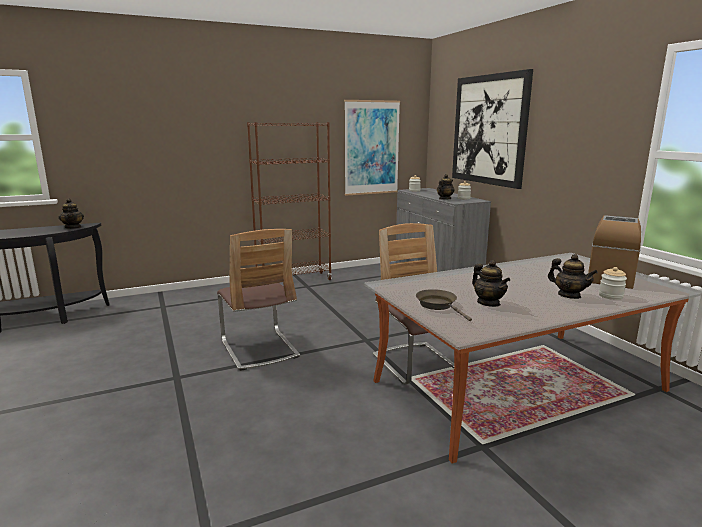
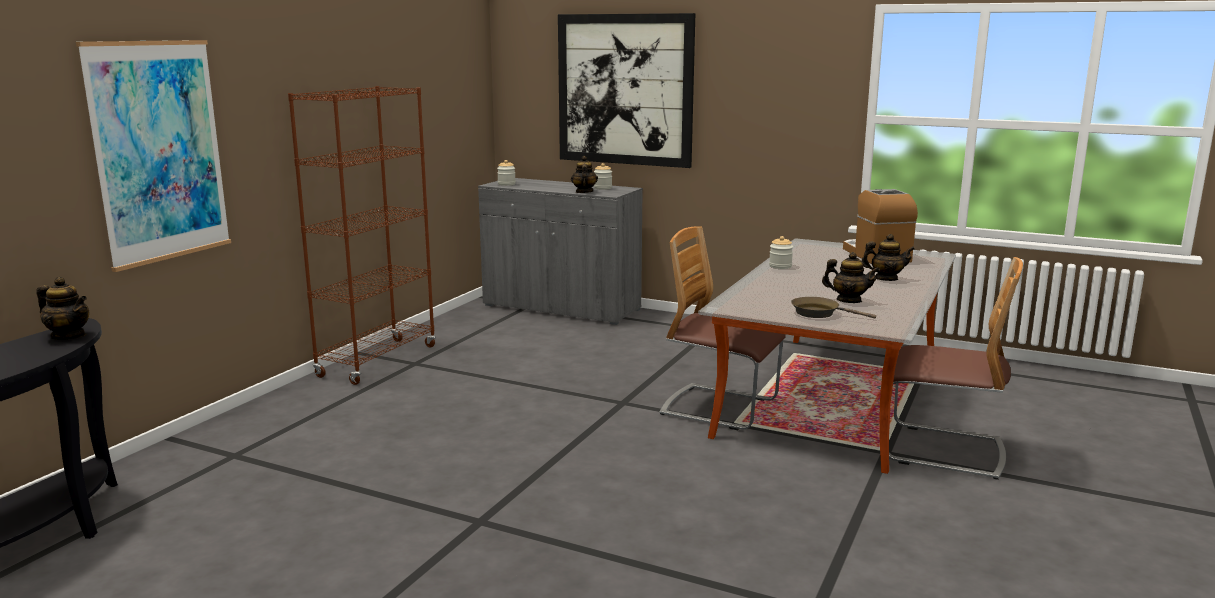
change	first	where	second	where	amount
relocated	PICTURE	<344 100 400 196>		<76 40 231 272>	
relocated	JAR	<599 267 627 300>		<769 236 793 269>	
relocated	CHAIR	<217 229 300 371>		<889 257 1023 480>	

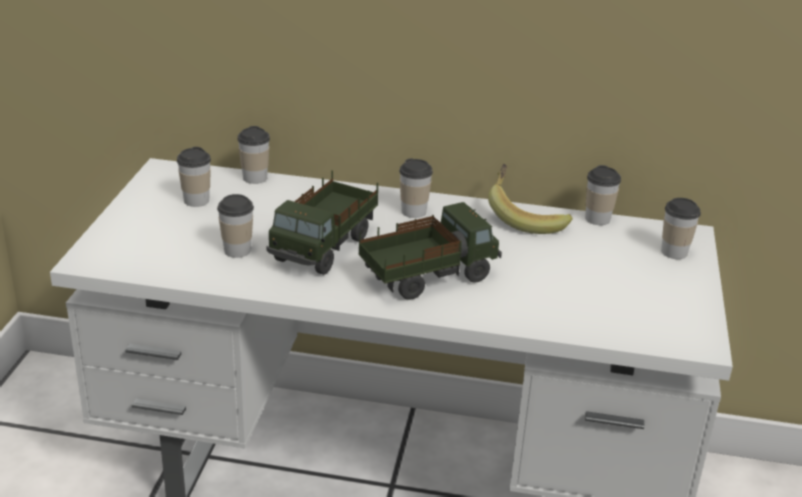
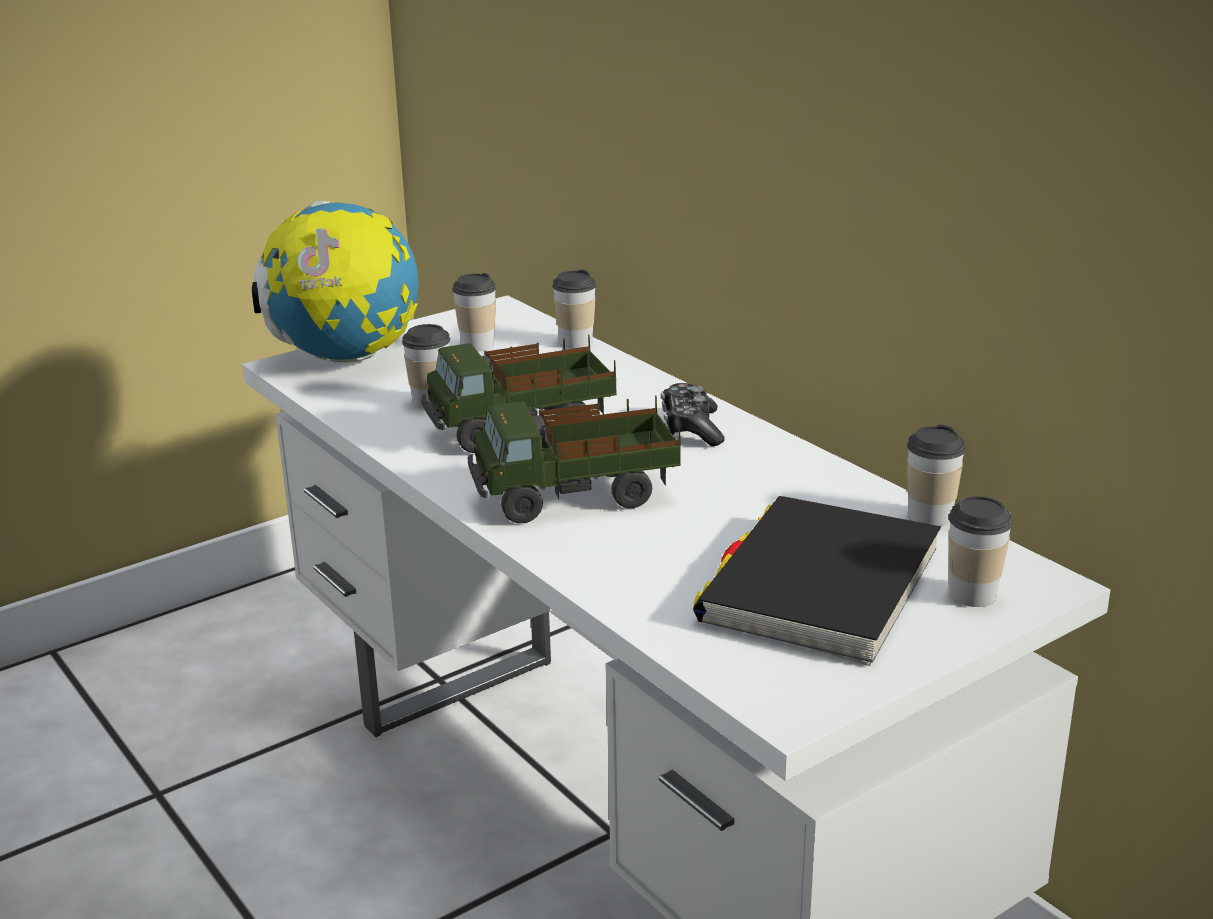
change	first	where	second	where	amount
appeared			GLOBE	<252 201 419 363>	
spun	TOY TRUCK	<359 202 502 300>		<468 395 681 523>	150 degrees clockwise
exchanged	CUP	<399 158 433 218>	GAME CONTROLLER	<661 383 725 446>	
appeared			BLACK BOOK	<693 496 941 666>	
missing	BANANA	<488 164 572 234>			

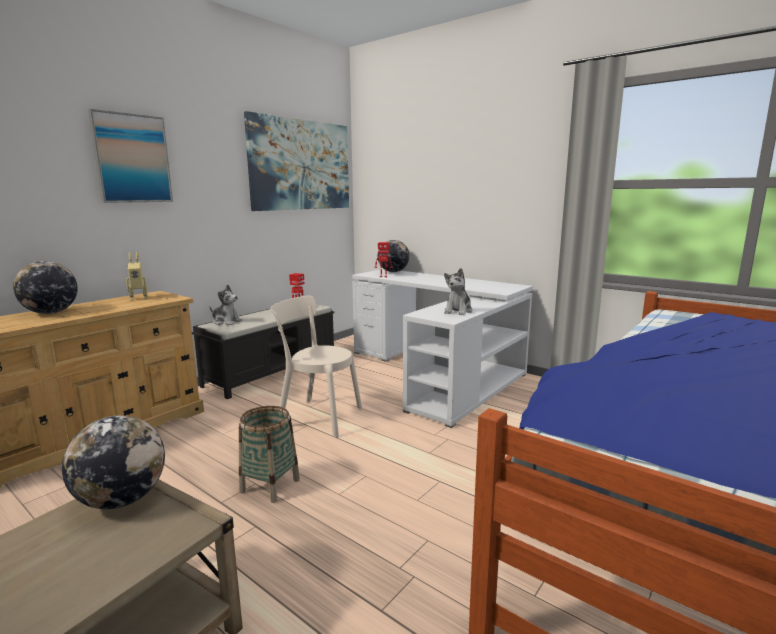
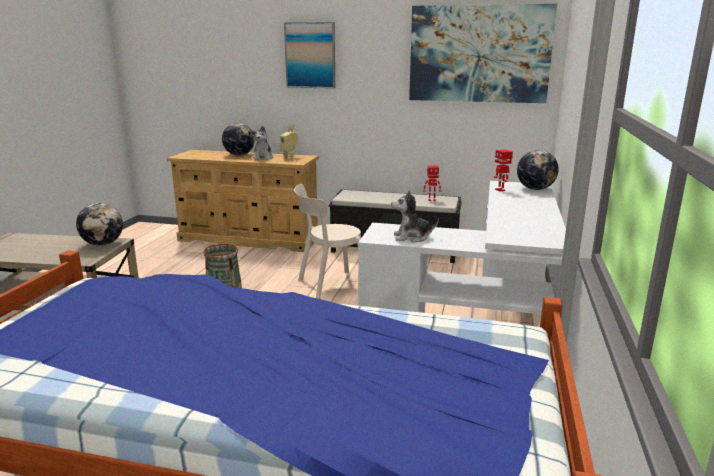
change	first	where	second	where	amount
relocated	PLUSH TOY	<209 284 242 325>		<250 126 273 160>	
spun	BEIGE CHAIR	<270 296 362 438>		<294 184 361 299>	105 degrees counterclockwise

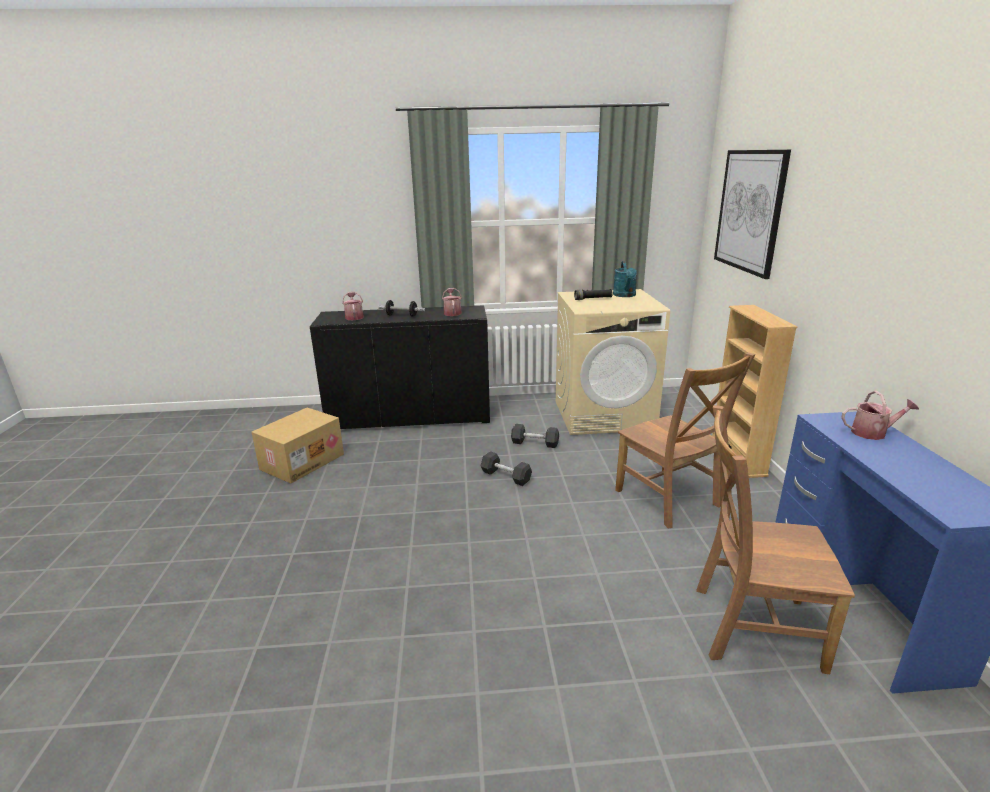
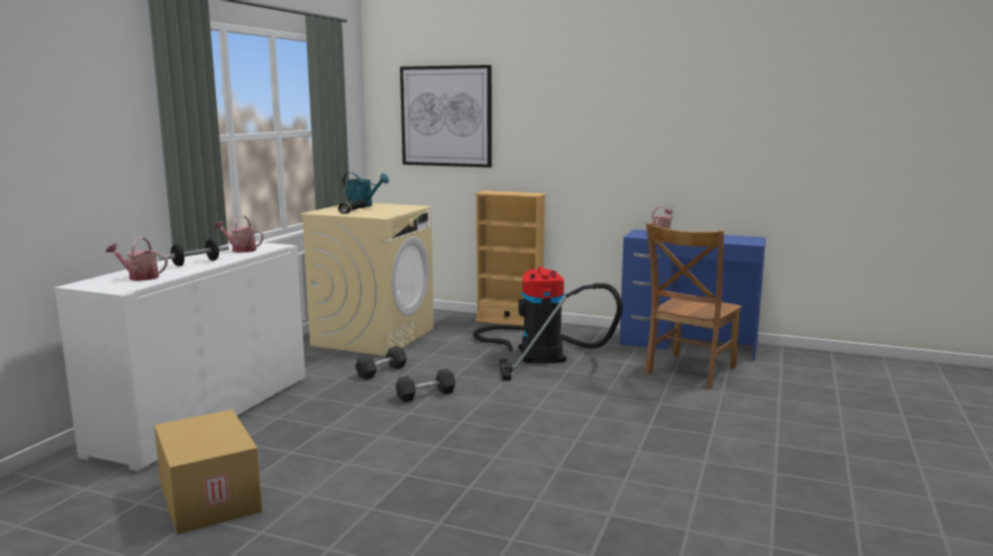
change	first	where	second	where	amount
colour	BLACK CABINET	<310 305 490 429>	WHITE CABINET	<54 242 305 472>	
exchanged	BROWN CHAIR	<615 353 755 528>	VACUUM CLEANER	<473 267 623 381>	

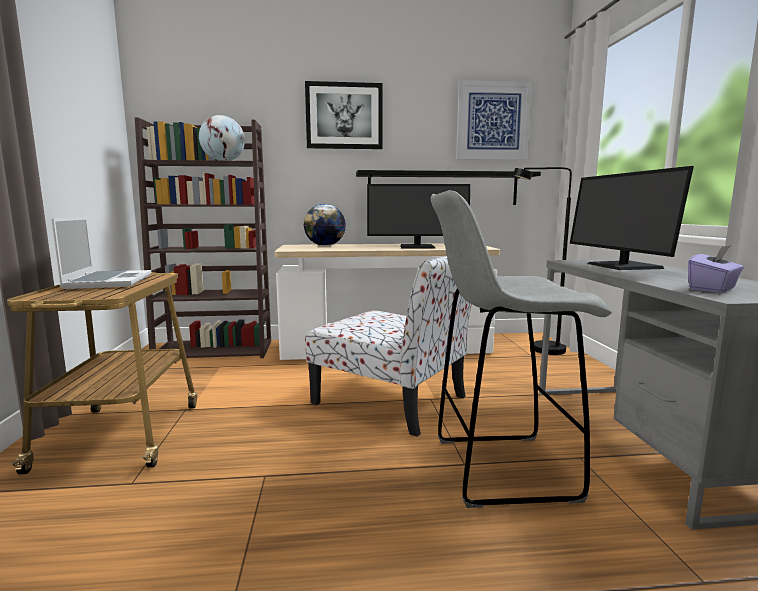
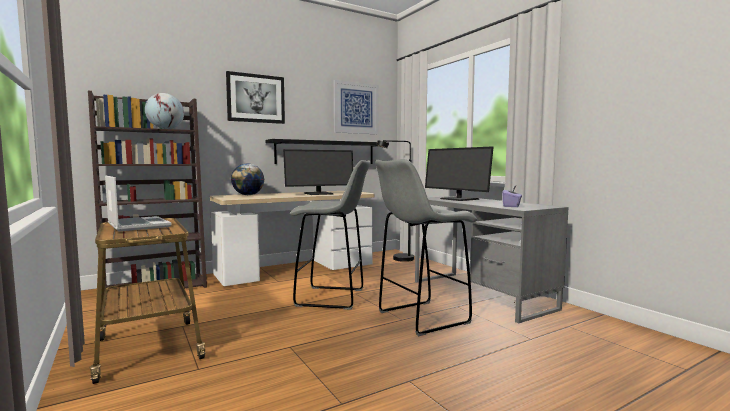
change	first	where	second	where	amount
exchanged	CHAIR	<305 256 472 437>	GREY STOOL	<290 160 370 310>	

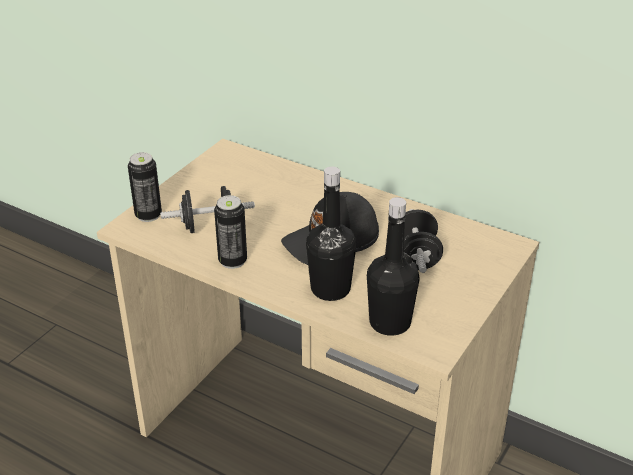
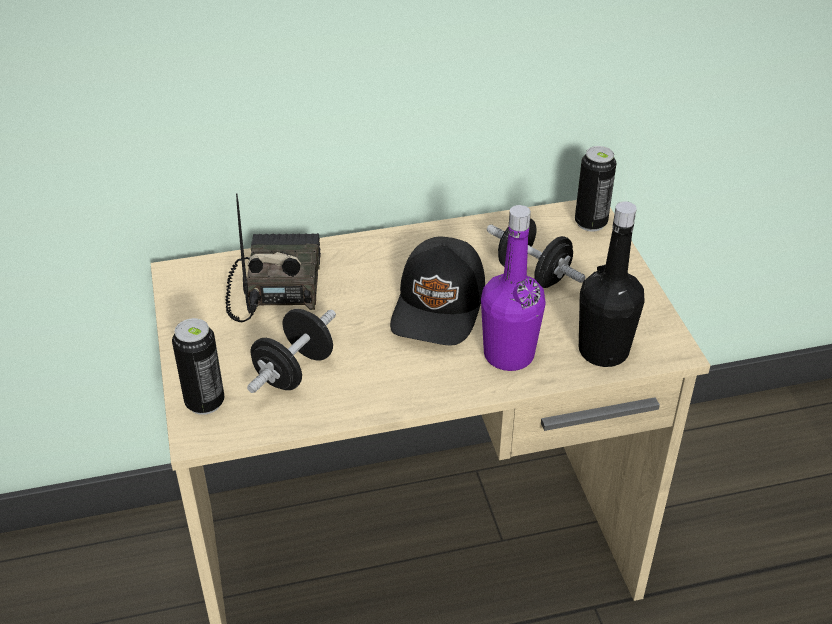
change	first	where	second	where	amount
appeared			RADIO	<225 194 321 322>	
colour	BLACK BOTTLE	<306 166 356 301>	PURPLE BOTTLE	<481 205 546 371>	
relocated	CAN	<214 195 247 269>		<575 146 616 232>	

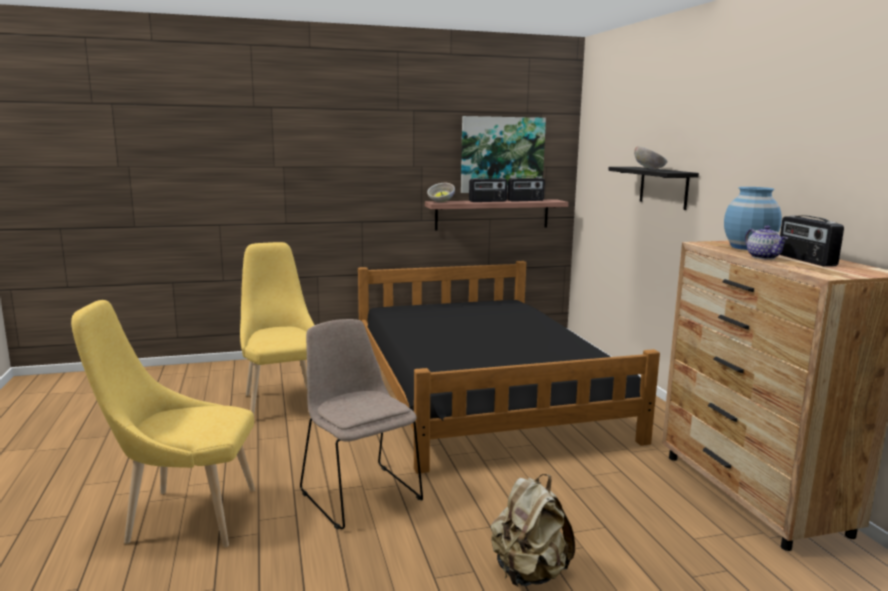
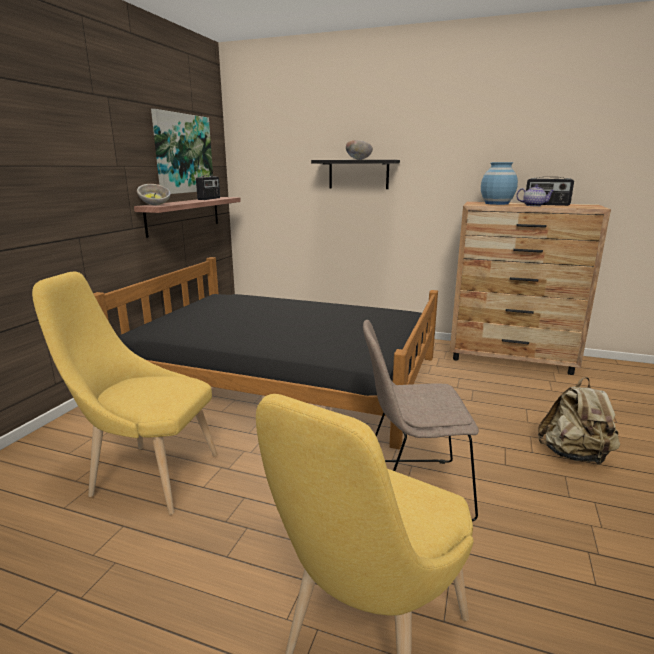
change	first	where	second	where	amount
missing	RADIO	<469 177 508 202>			

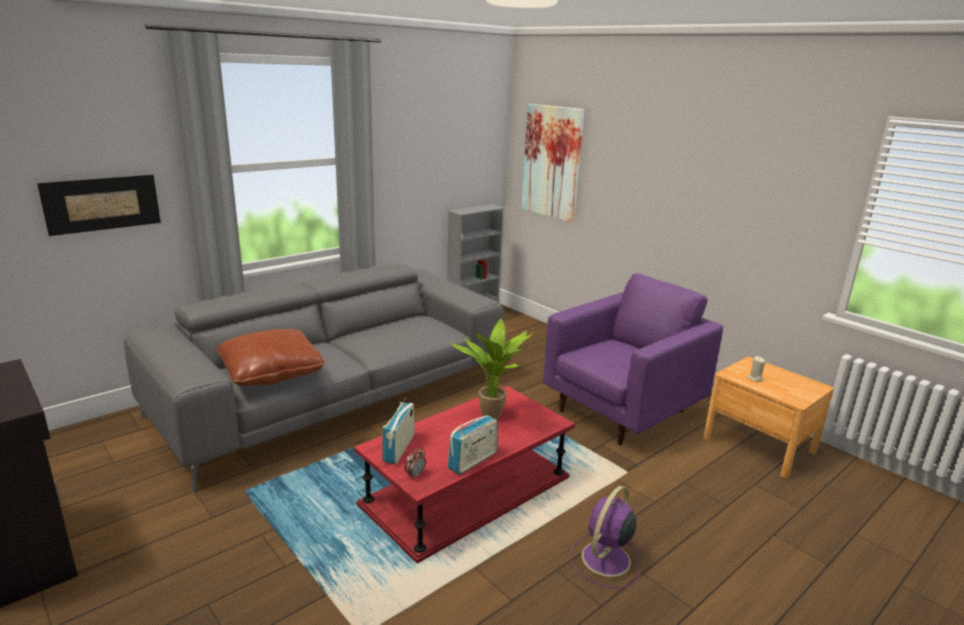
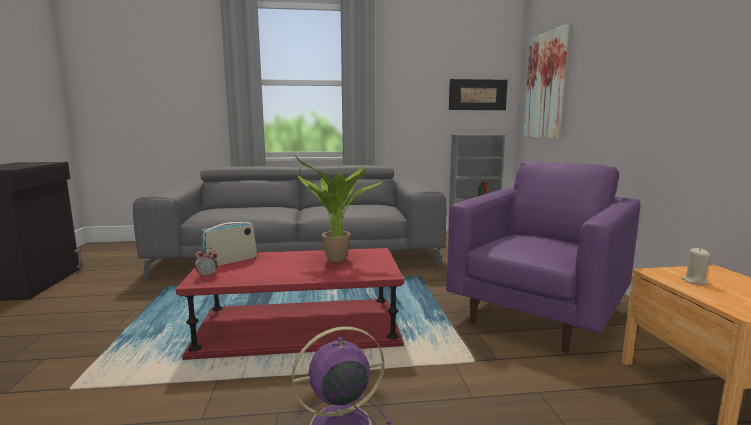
change	first	where	second	where	amount
spun	PURPLE ARMCHAIR	<543 273 723 445>		<446 161 640 353>	45 degrees counterclockwise
relocated	PICTURE	<37 175 161 236>		<449 79 508 110>	
missing	BROWN PILLOW	<216 329 325 386>			
missing	RADIO	<448 415 498 475>			

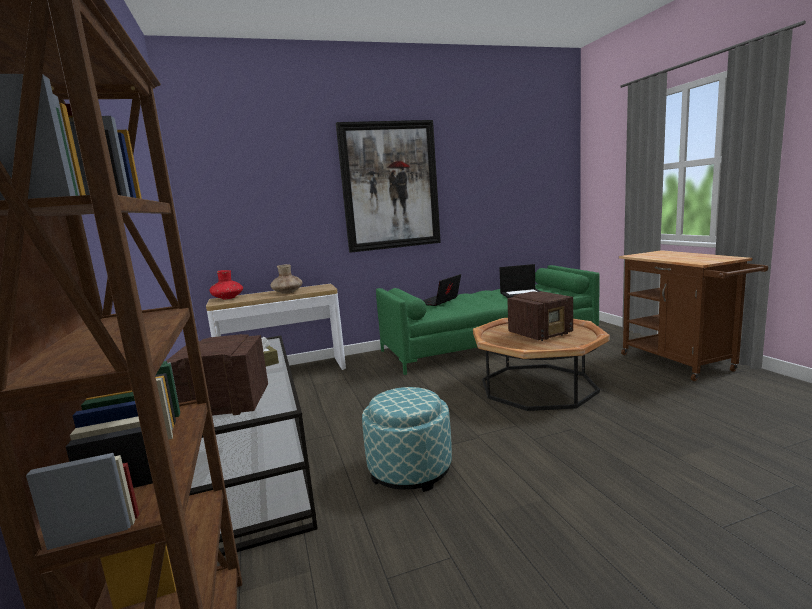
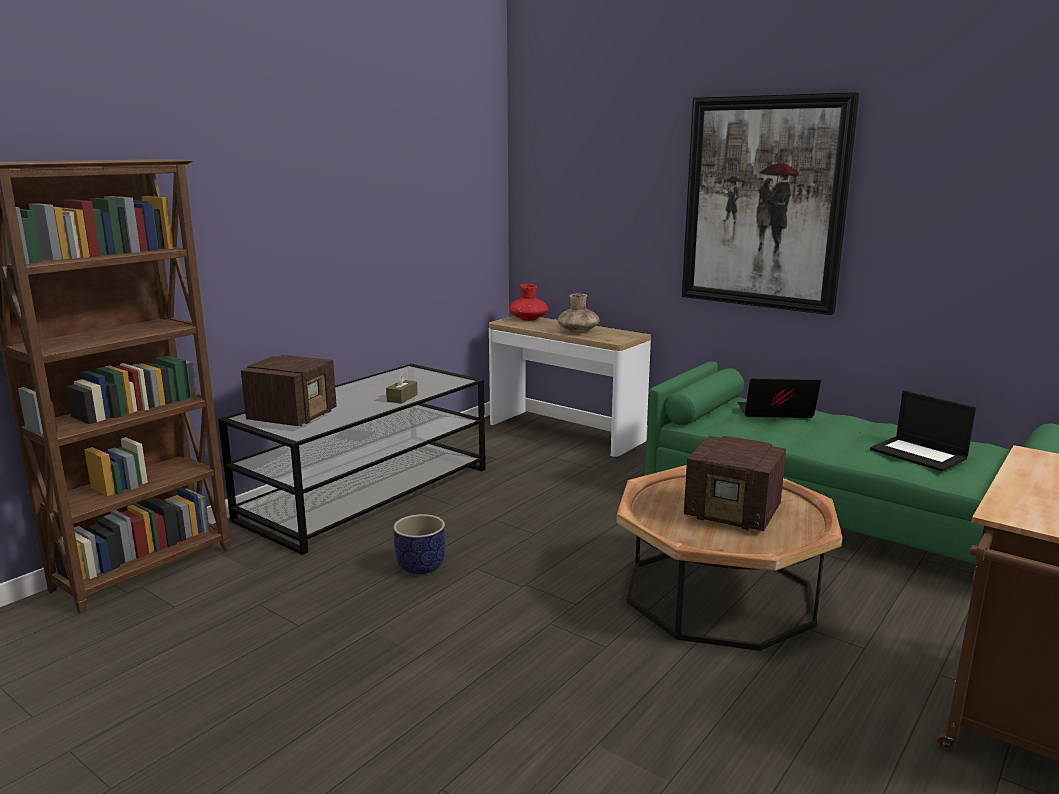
change	first	where	second	where	amount
spun	RADIO	<166 334 268 416>		<241 355 337 426>	60 degrees clockwise
exchanged	OTTOMAN	<362 387 452 492>	PLANTER	<393 514 446 575>	

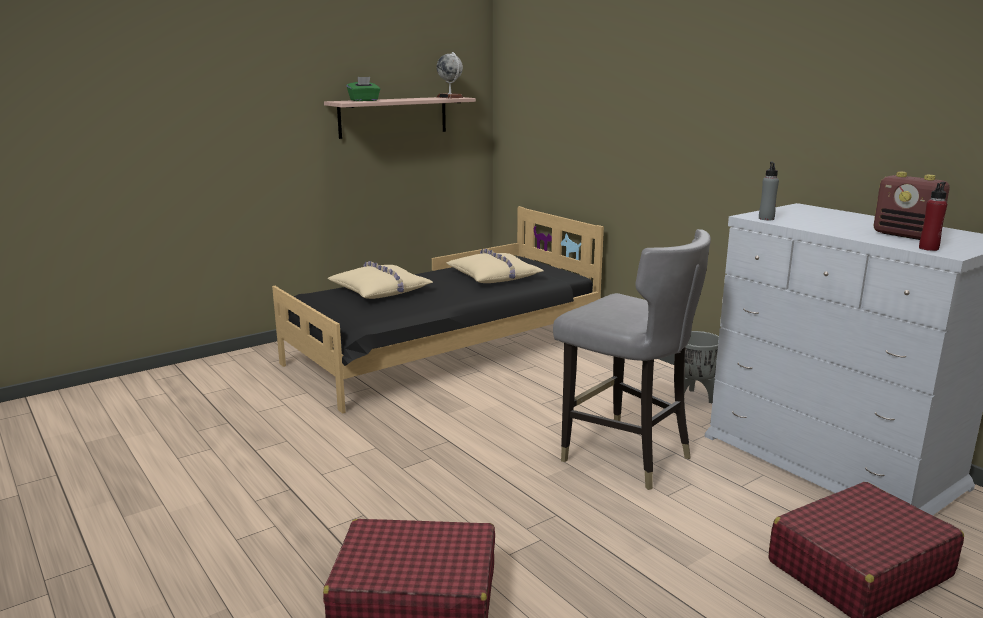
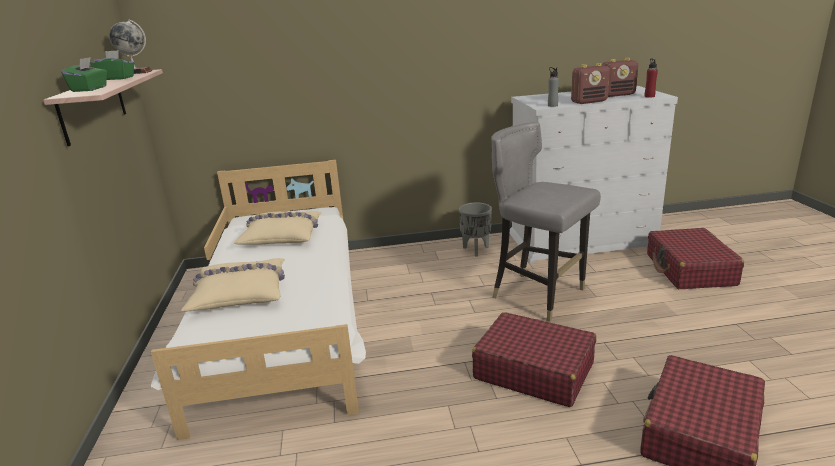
change	first	where	second	where	amount
appeared			GREEN TISSUE BOX	<90 50 135 80>	
colour	BLACK BED	<272 206 604 414>	WHITE BED	<150 160 366 440>	
appeared			RED SUITCASE	<472 312 596 407>	
spun	GREY CHAIR	<553 229 711 490>		<491 122 601 322>	120 degrees counterclockwise
appeared			RADIO	<571 63 610 104>	

